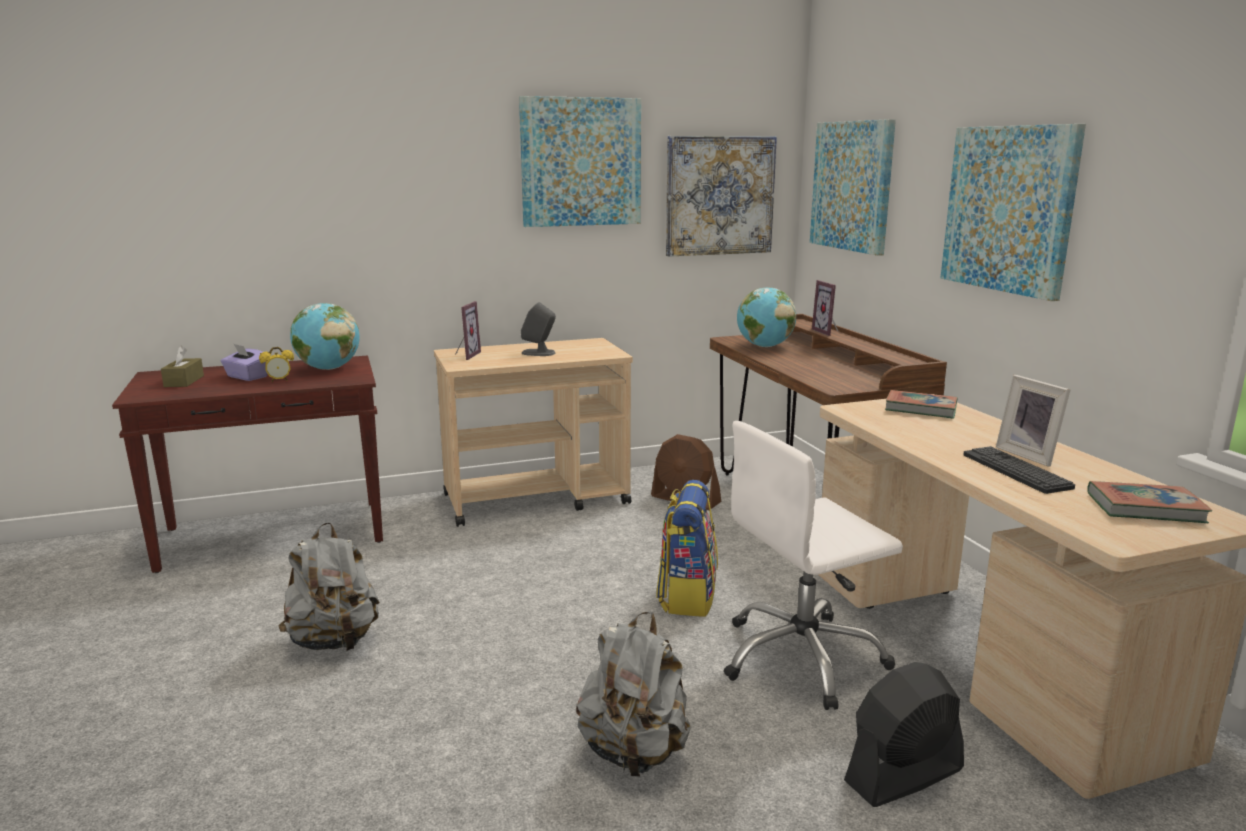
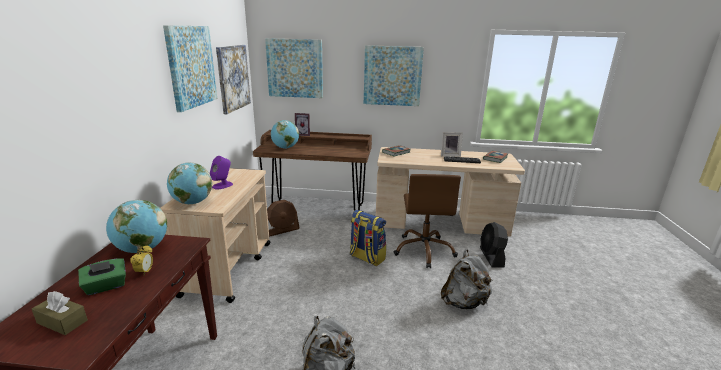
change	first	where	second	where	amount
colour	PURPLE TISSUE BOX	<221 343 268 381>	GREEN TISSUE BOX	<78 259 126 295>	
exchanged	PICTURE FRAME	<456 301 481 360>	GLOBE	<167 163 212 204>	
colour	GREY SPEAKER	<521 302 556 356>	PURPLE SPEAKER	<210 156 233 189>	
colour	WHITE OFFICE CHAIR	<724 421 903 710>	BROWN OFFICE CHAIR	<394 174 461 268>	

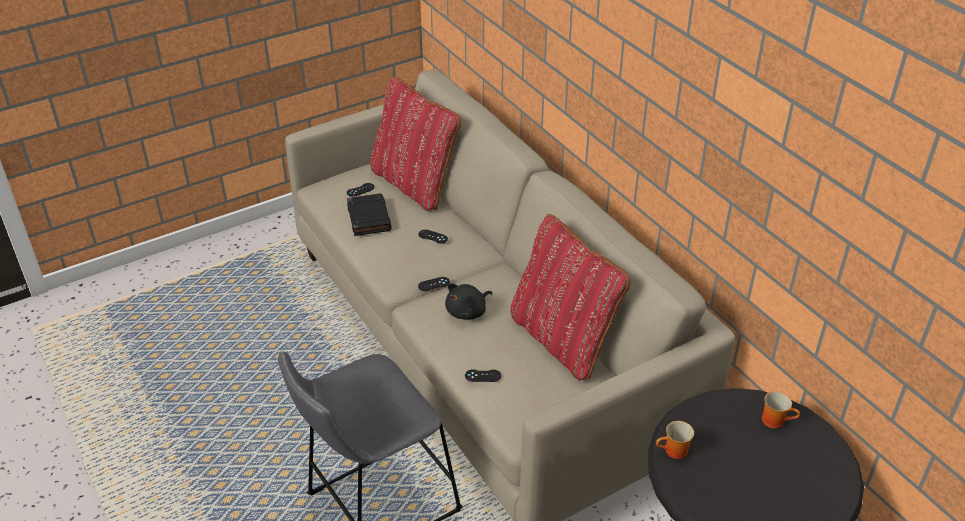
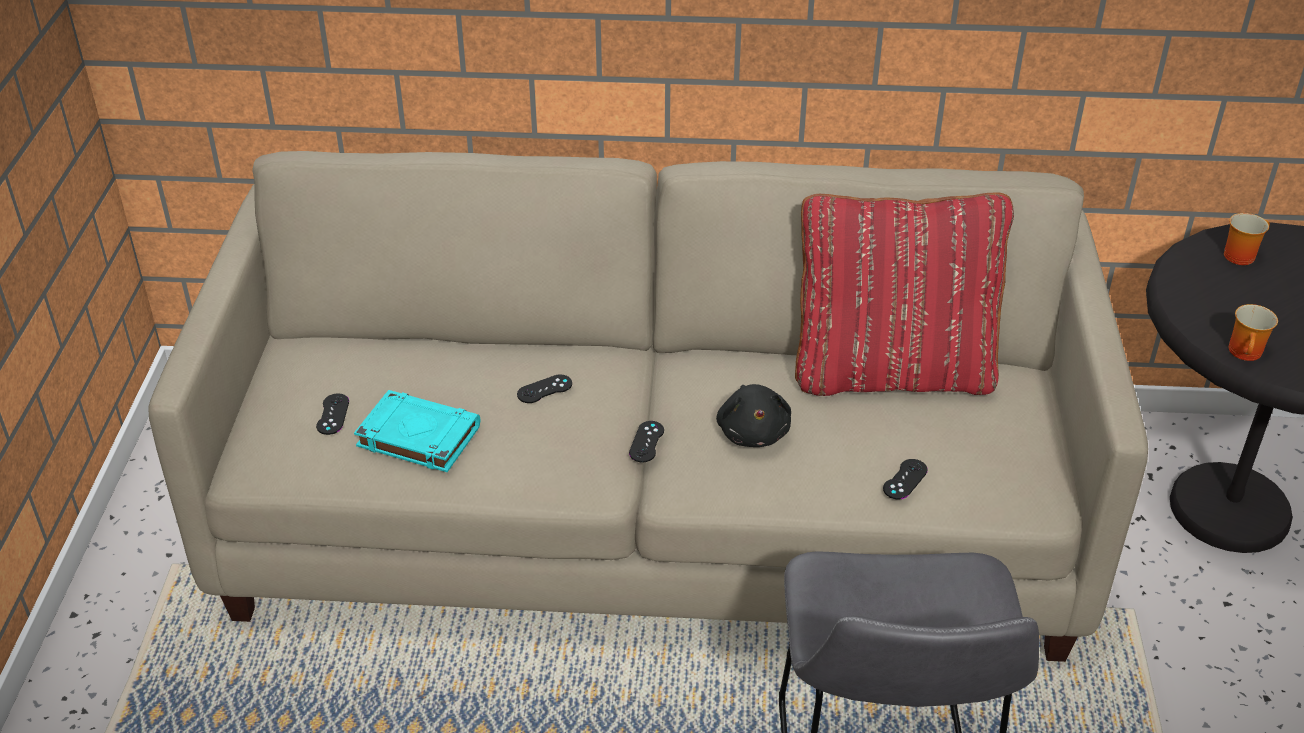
change	first	where	second	where	amount
colour	BLACK BOOK	<347 193 392 236>	TURQUOISE BOOK	<354 390 480 472>	
missing	RED PILLOW	<370 77 461 211>			

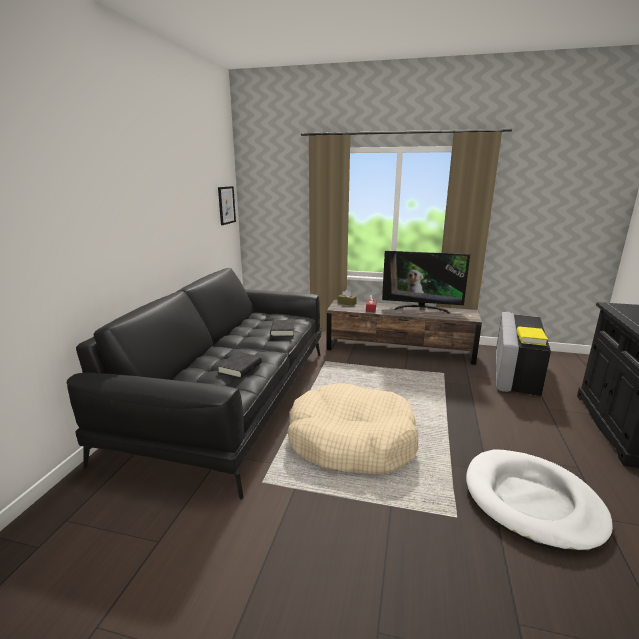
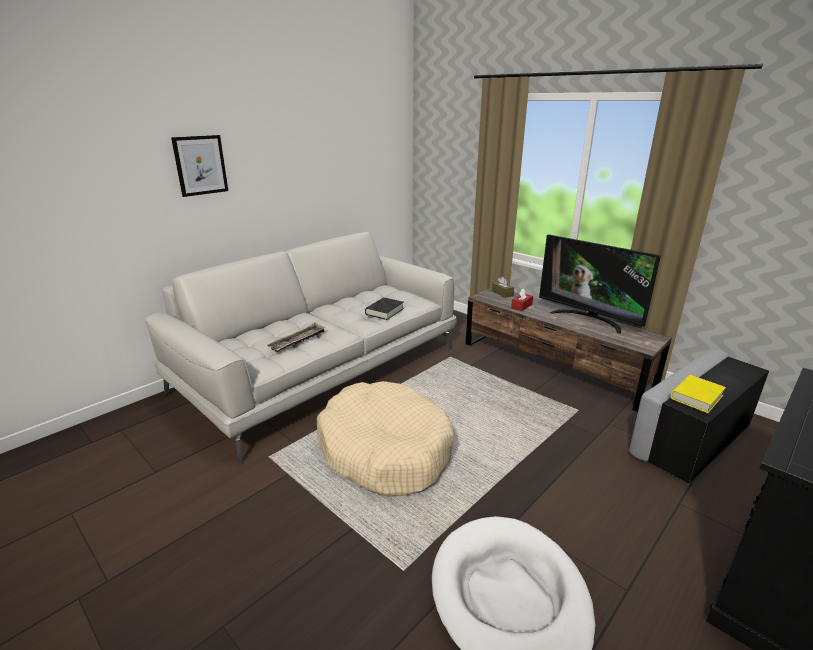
change	first	where	second	where	amount
colour	BLACK SOFA	<66 268 322 499>	WHITE SOFA	<145 232 457 464>	
relocated	PICTURE	<218 186 236 225>		<171 135 228 197>	
exchanged	BLACK BOOK	<217 352 262 378>	TRAY	<267 323 326 352>	

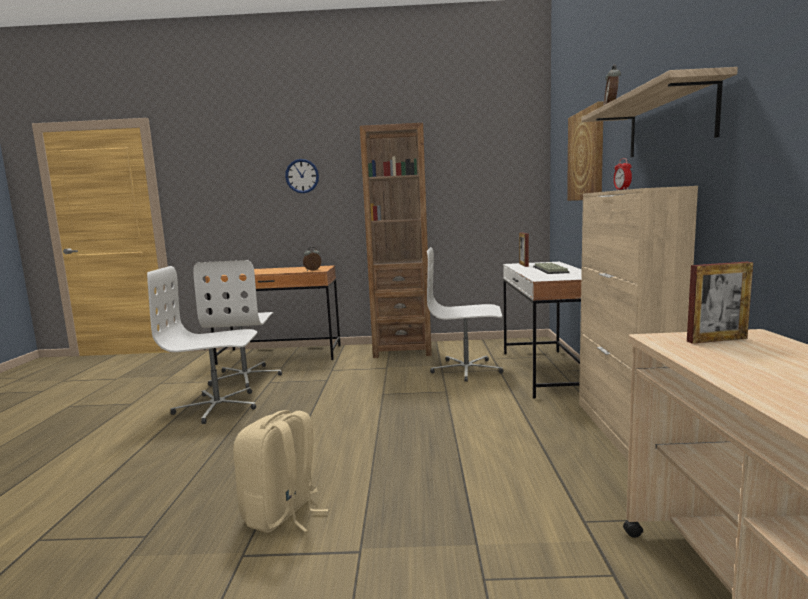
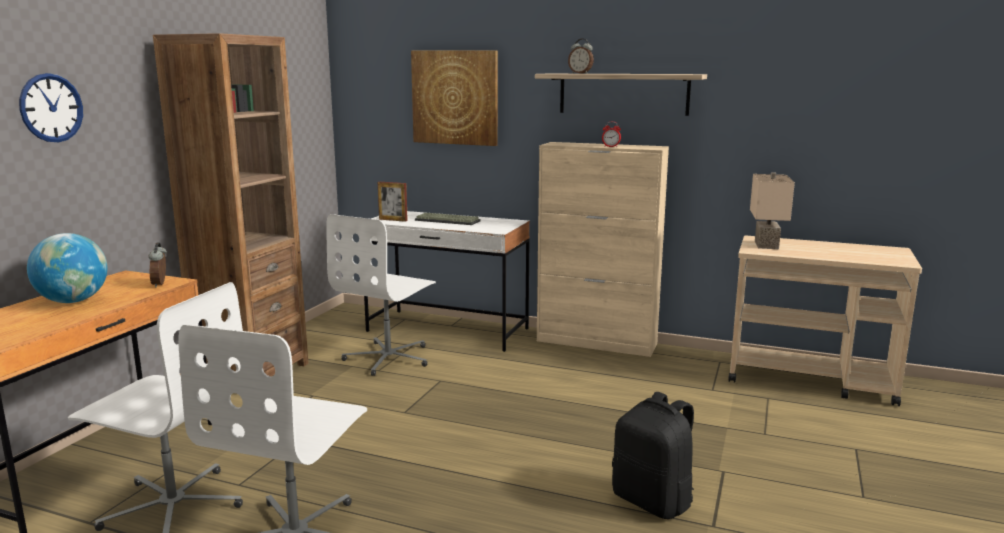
change	first	where	second	where	amount
appeared			GLOBE	<27 233 108 303>	
colour	BEIGE BACKPACK	<233 410 329 533>	BLACK BACKPACK	<612 392 694 519>	
exchanged	PICTURE FRAME	<687 262 753 344>	BEIGE TABLE LAMP	<750 172 795 249>	

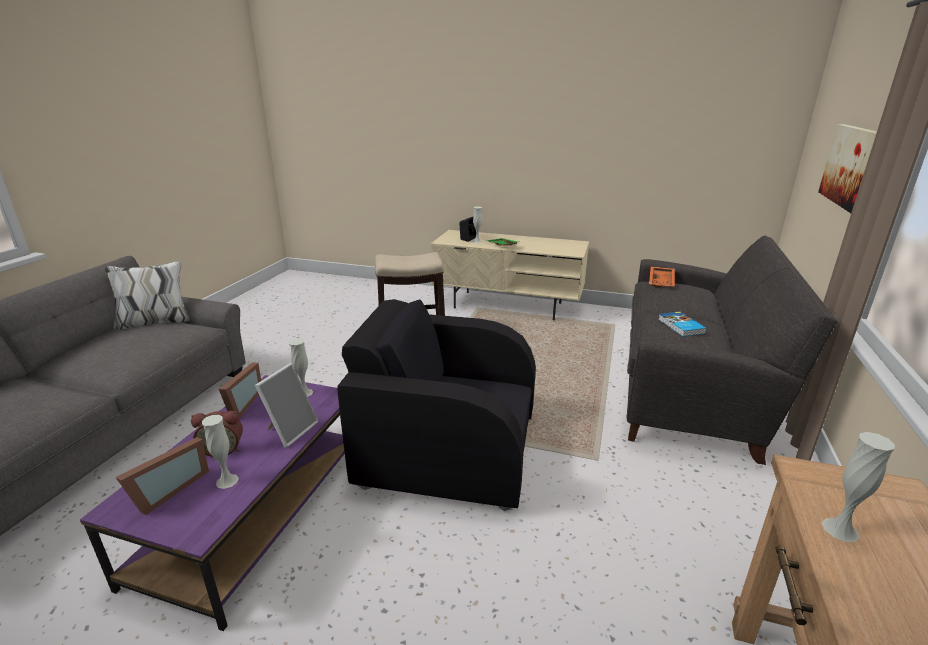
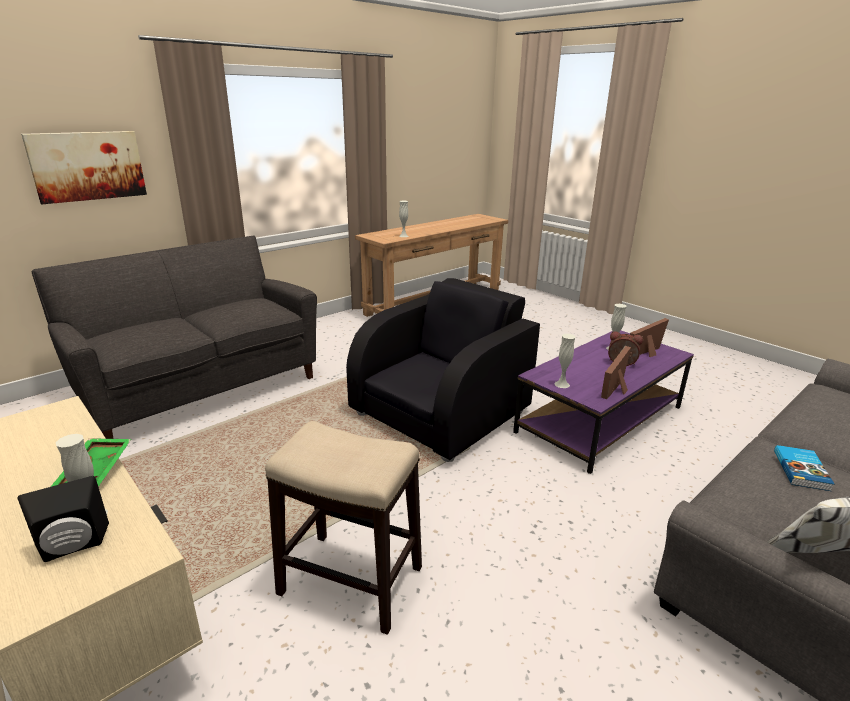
change	first	where	second	where	amount
spun	BLACK ARMCHAIR	<337 299 536 511>		<346 278 540 462>	90 degrees counterclockwise
relocated	BOOK	<658 312 707 337>		<774 445 835 491>	
missing	PICTURE FRAME	<255 363 318 448>			
missing	ORANGE TRAY	<649 267 675 287>			

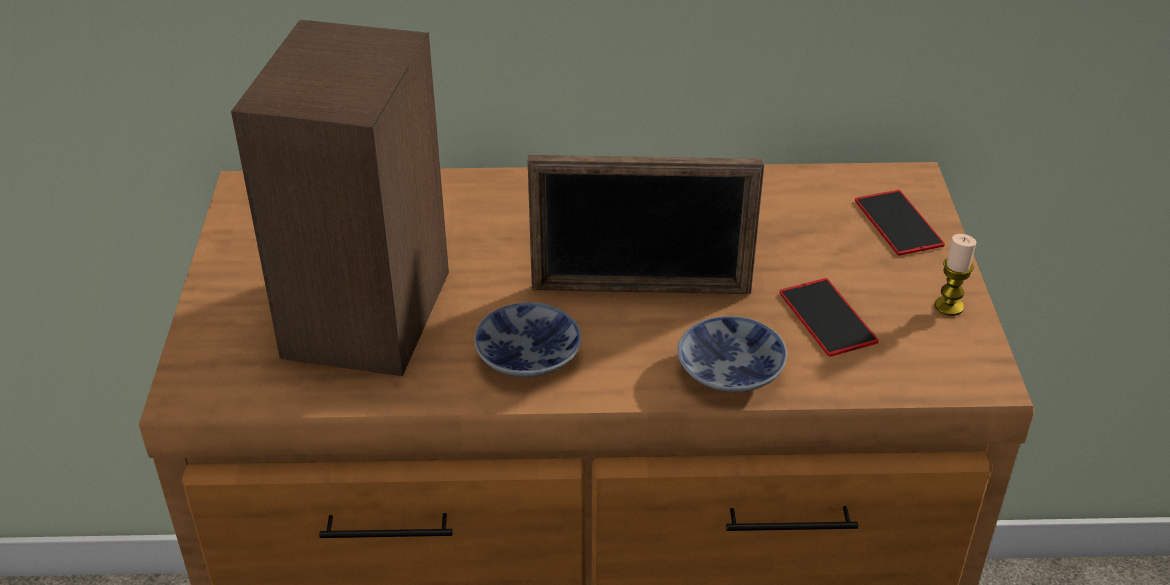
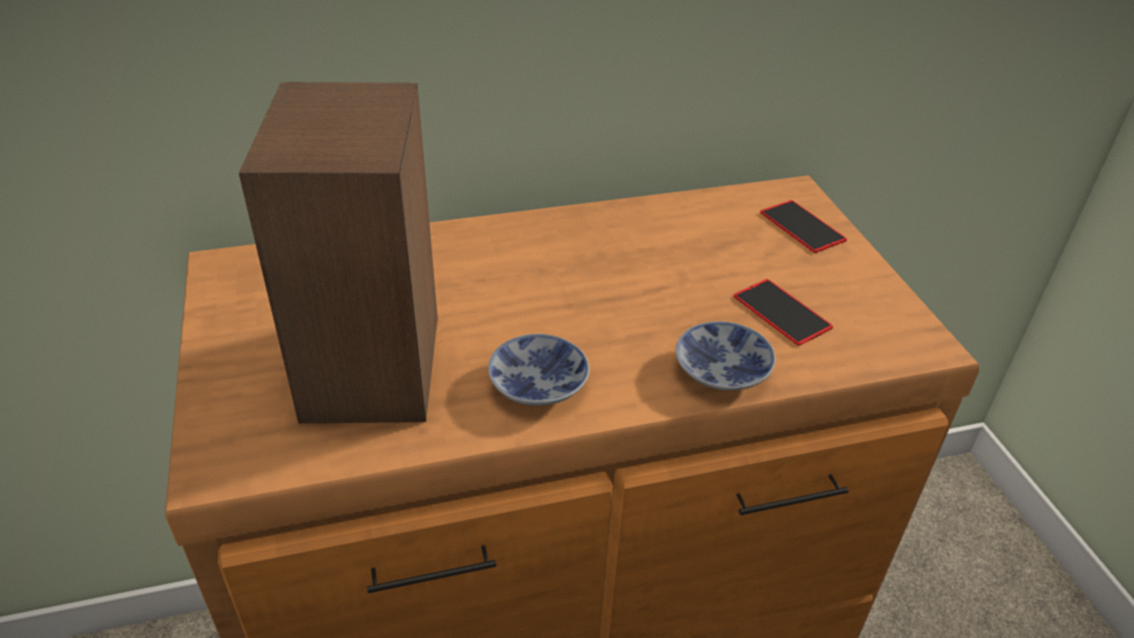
change	first	where	second	where	amount
missing	PICTURE FRAME	<528 155 764 294>			
missing	CANDLE	<934 234 976 316>			

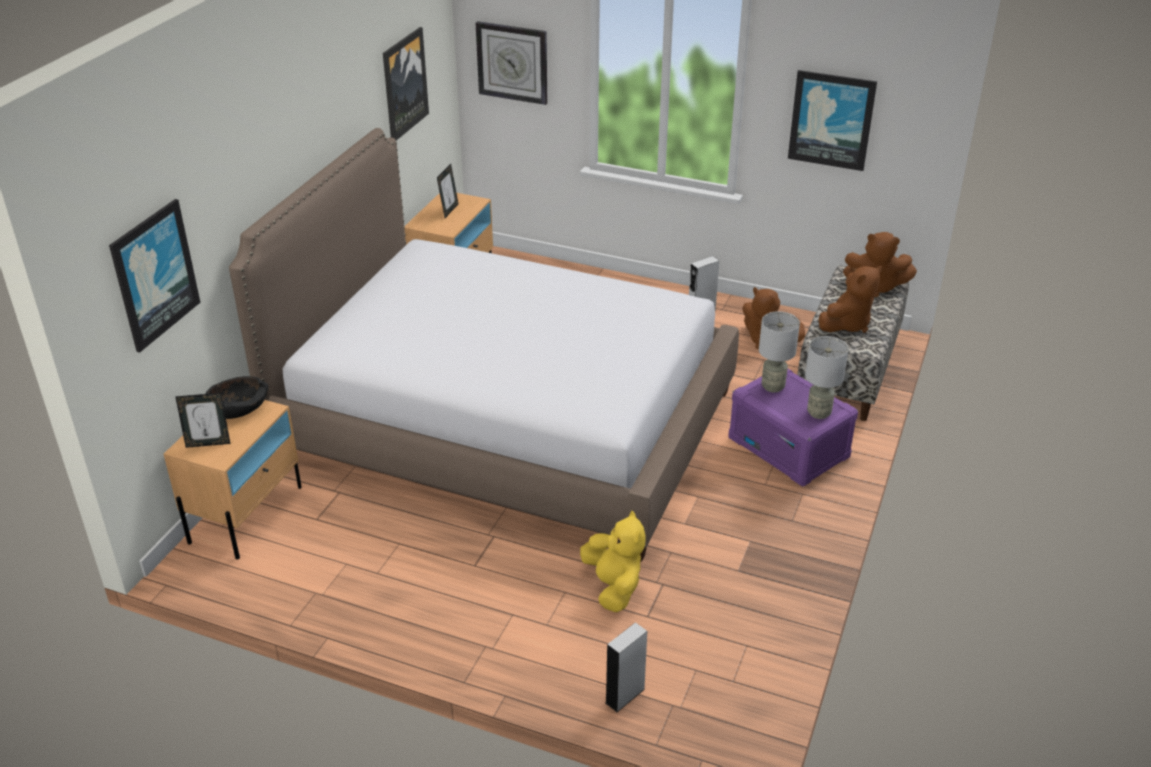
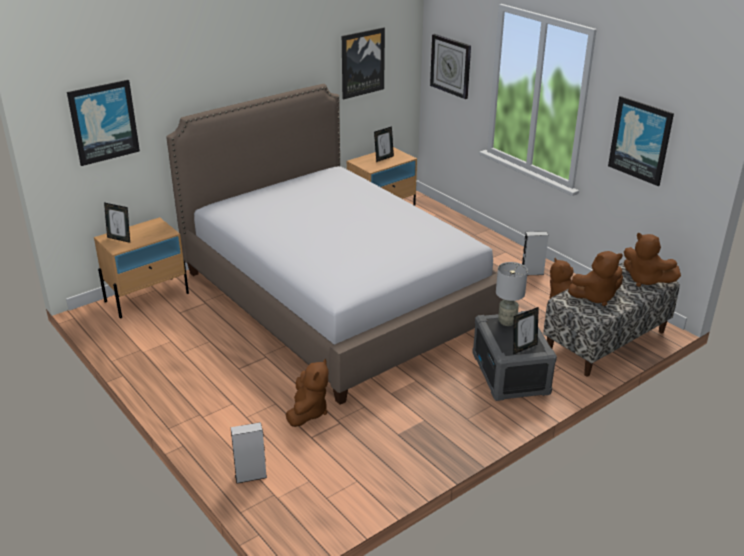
change	first	where	second	where	amount
colour	YELLOW PLUSH TOY	<580 510 645 612>	BROWN PLUSH TOY	<286 359 328 427>	
colour	PURPLE STORAGE BOX	<728 369 858 487>	GREY STORAGE BOX	<472 311 557 401>	
exchanged	GREY TABLE LAMP	<805 336 849 419>	PICTURE FRAME	<513 307 539 354>	
missing	BLACK BOWL	<205 376 269 419>			

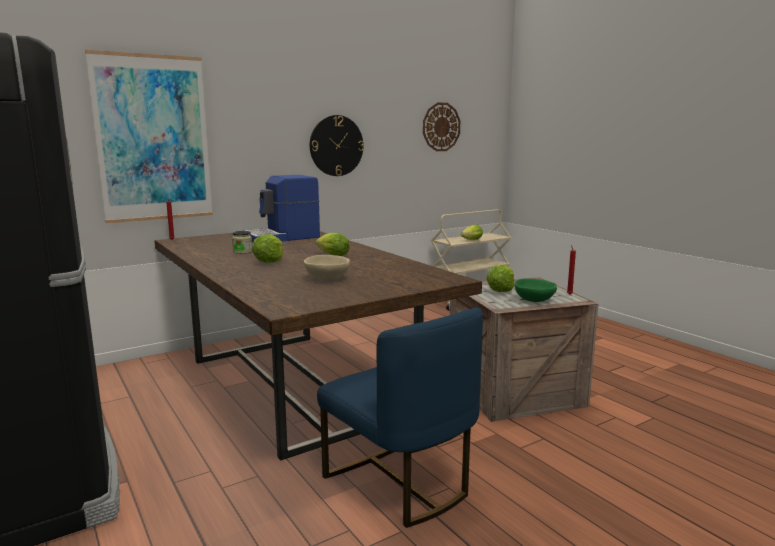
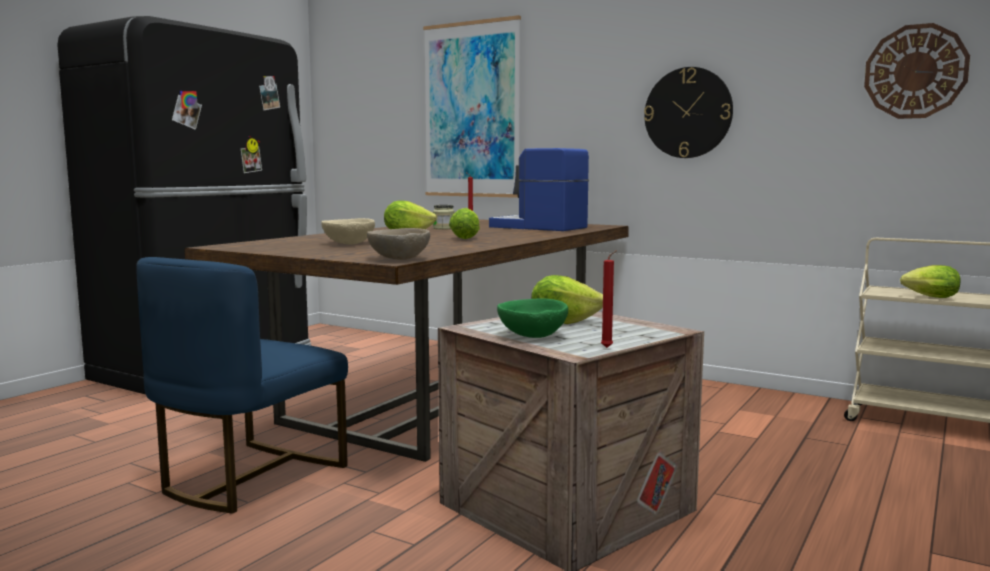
change	first	where	second	where	amount
appeared			BEIGE BOWL	<367 228 430 260>	

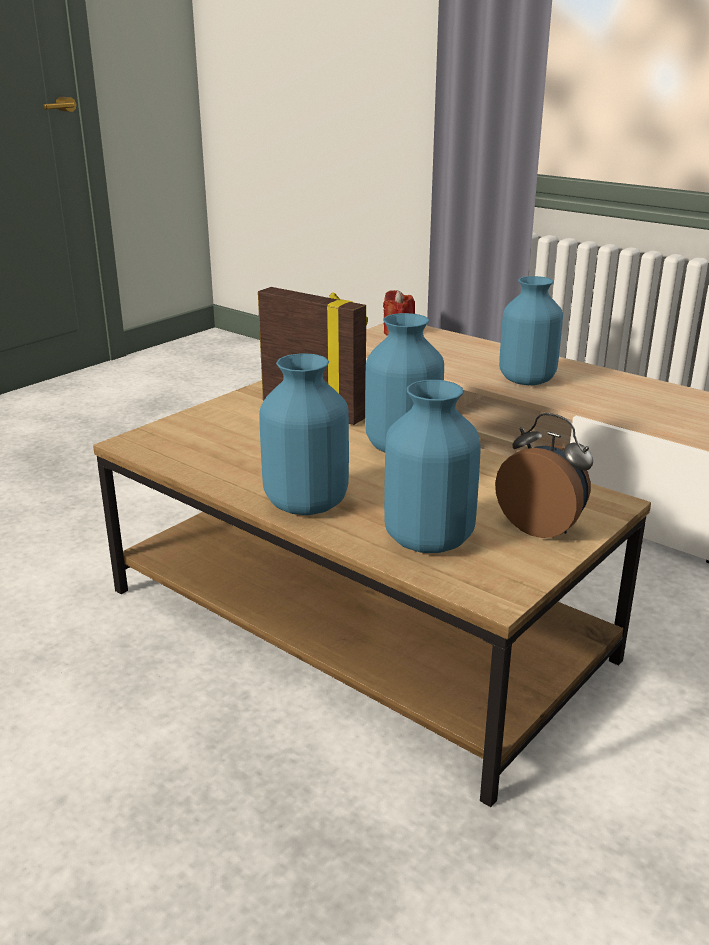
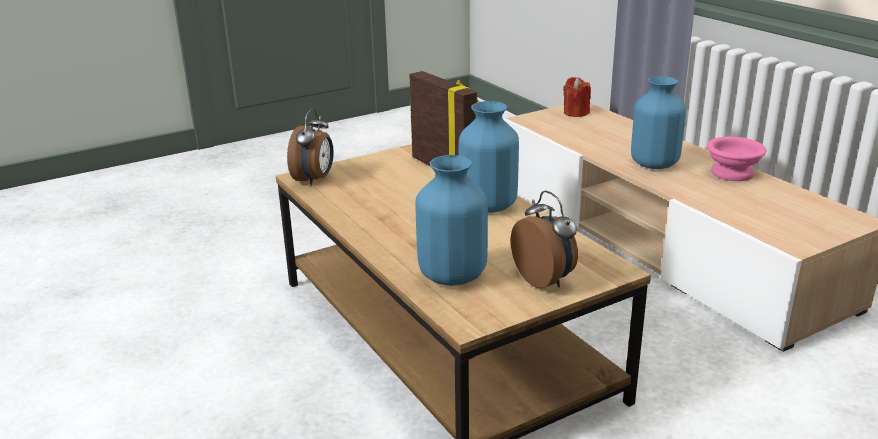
change	first	where	second	where	amount
appeared			ALARM CLOCK	<287 108 334 186>	
appeared			PINK BOWL	<707 137 766 181>	
missing	BLUE VASE	<259 353 349 515>			

